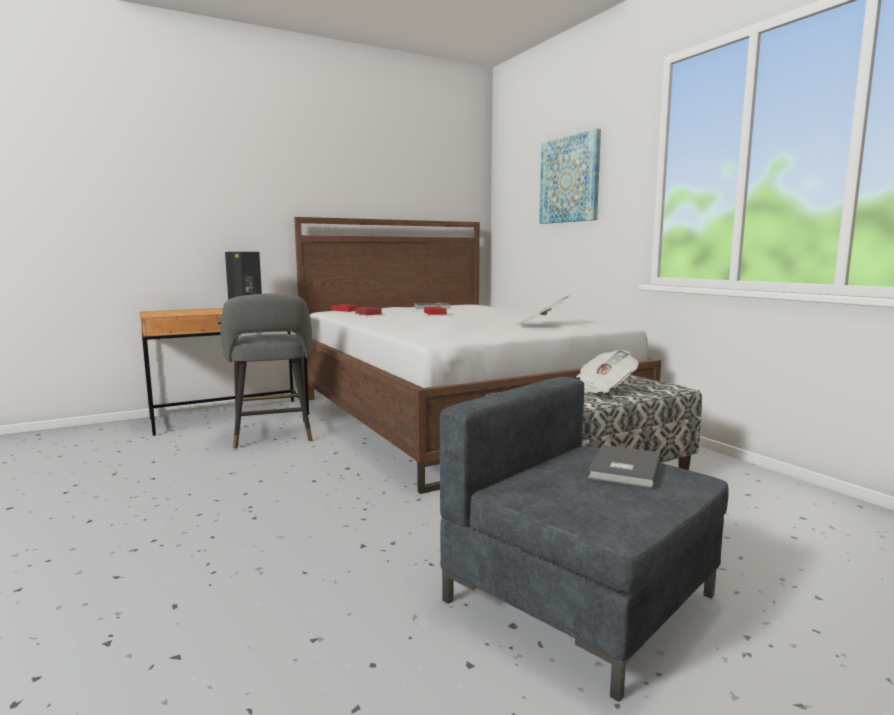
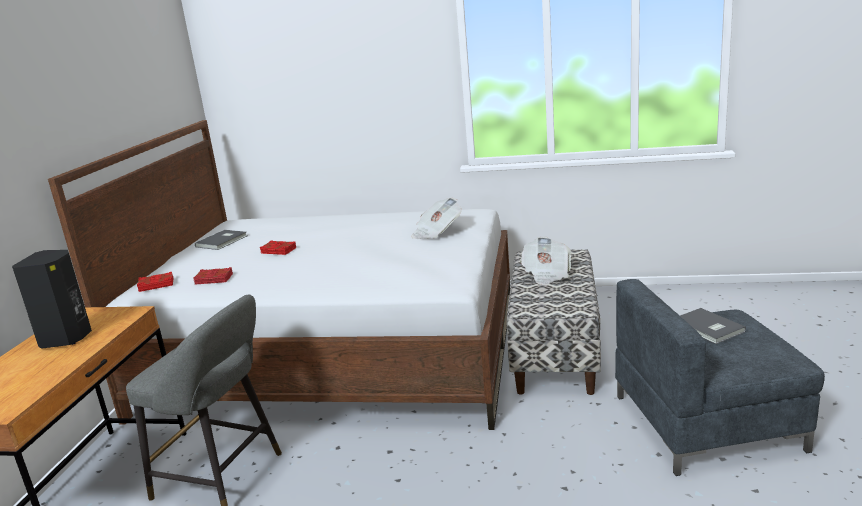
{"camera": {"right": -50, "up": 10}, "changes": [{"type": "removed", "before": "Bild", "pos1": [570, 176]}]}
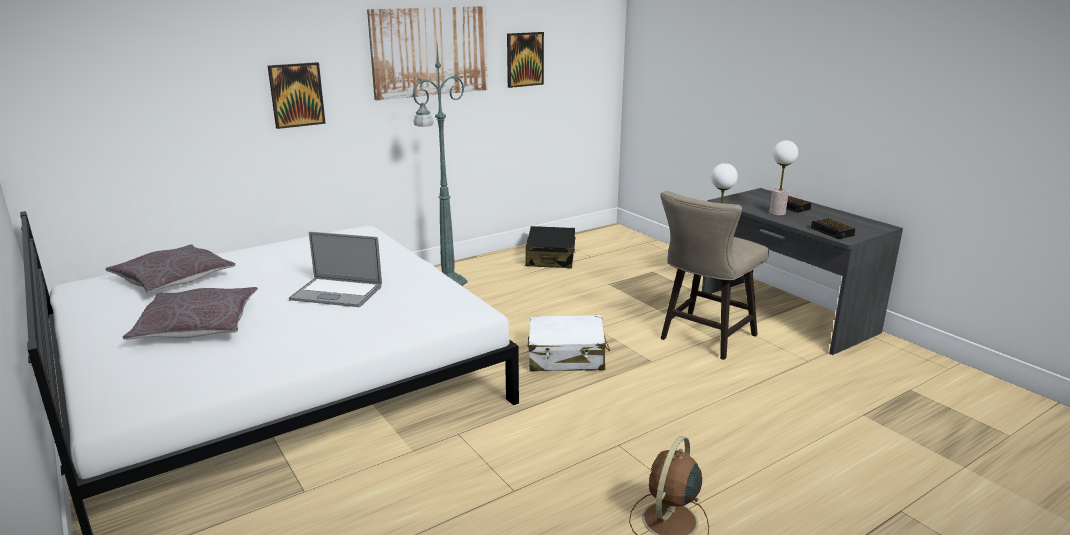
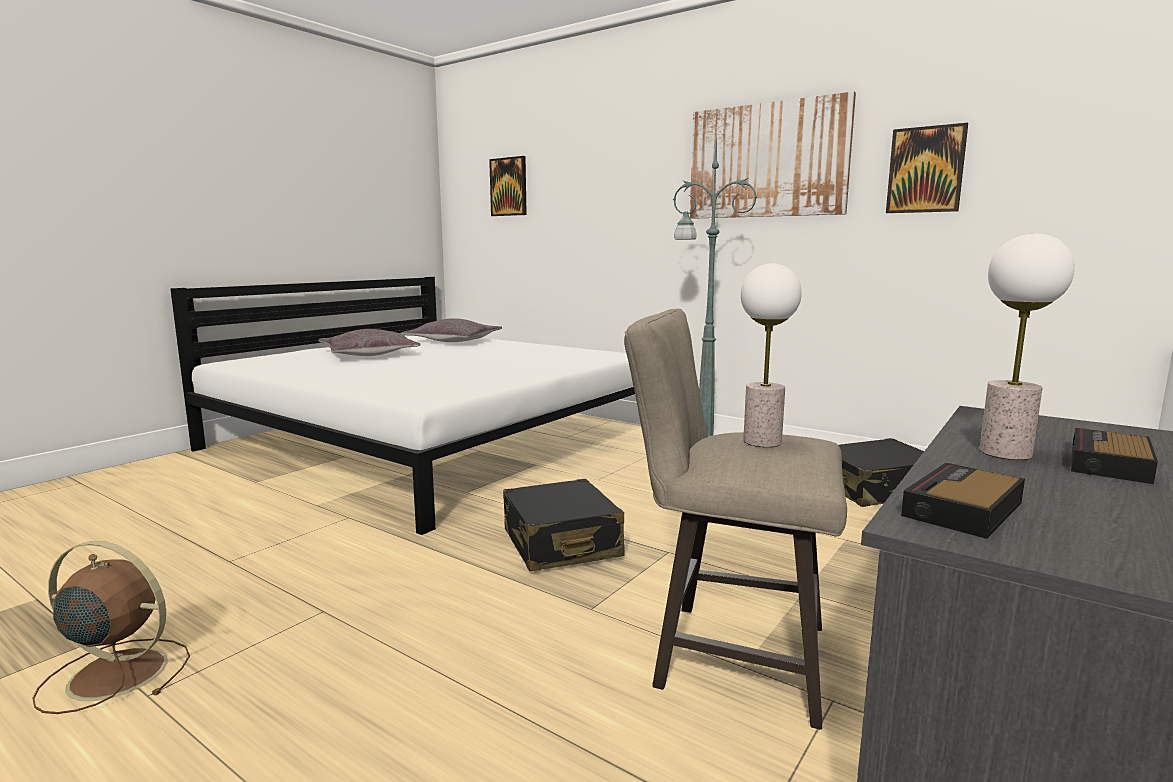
{"camera": {"right": 70, "up": -10}, "changes": [{"type": "moved", "before": "Bild", "pos1": [296, 95], "pos2": [508, 186]}, {"type": "removed", "before": "Laptop", "pos1": [335, 269]}, {"type": "recoloured", "before": "Koffer (weiß)", "after": "Koffer (schwarz)", "pos1": [569, 343], "pos2": [564, 525]}]}
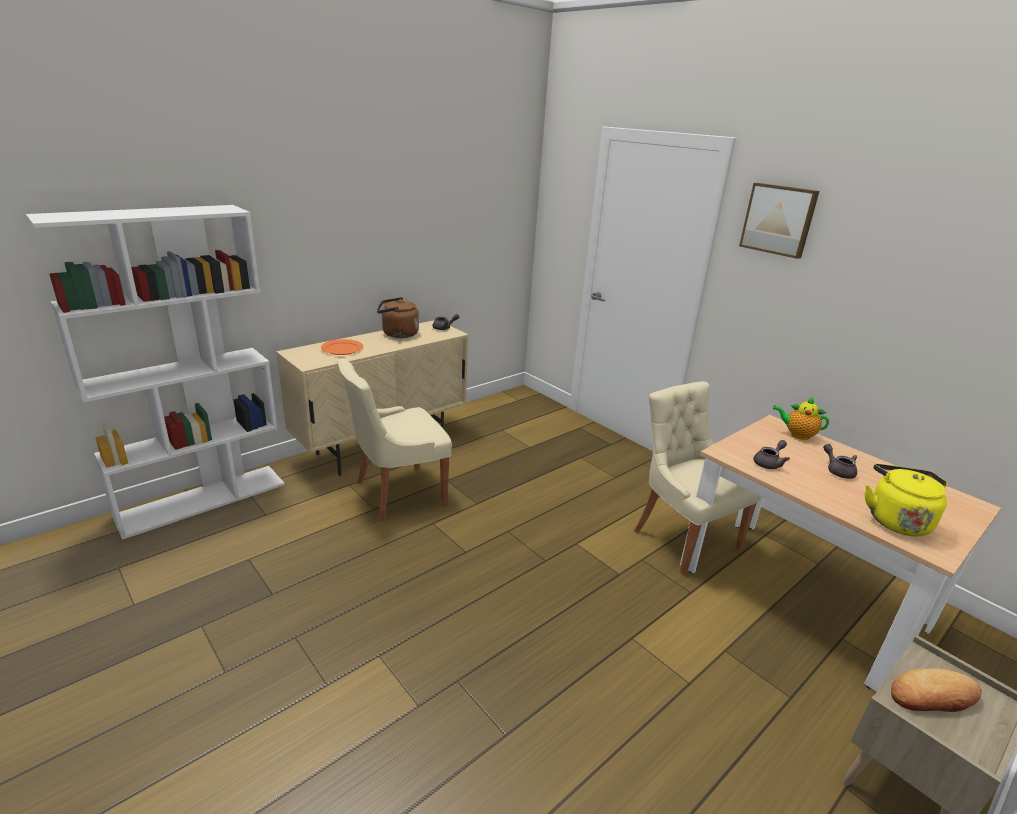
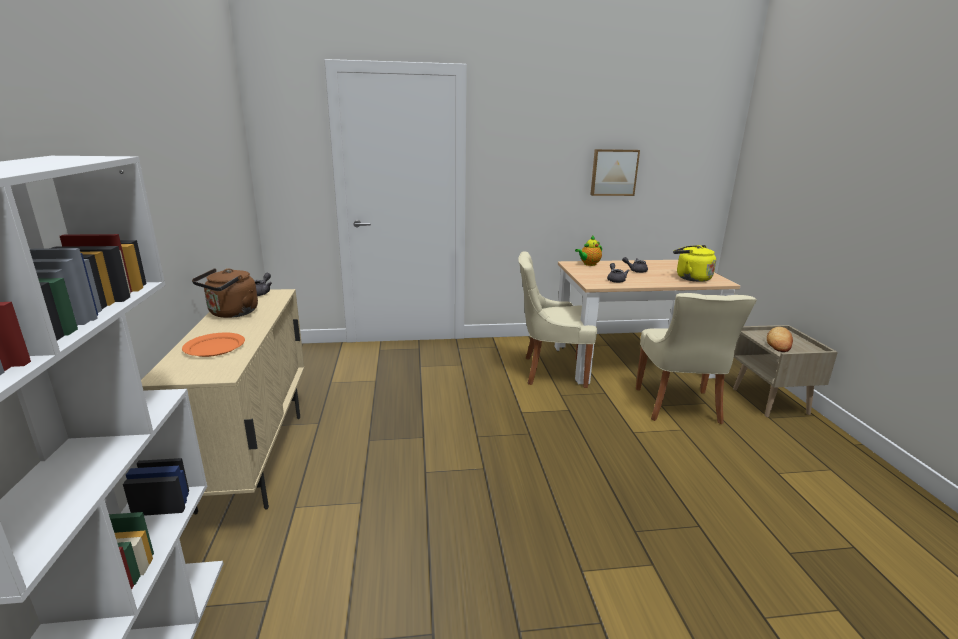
{"camera": {"right": -55, "up": -5}, "changes": [{"type": "moved", "before": "Stuhl (beige)", "pos1": [394, 439], "pos2": [696, 358]}, {"type": "moved", "before": "Bild", "pos1": [779, 221], "pos2": [615, 172]}]}
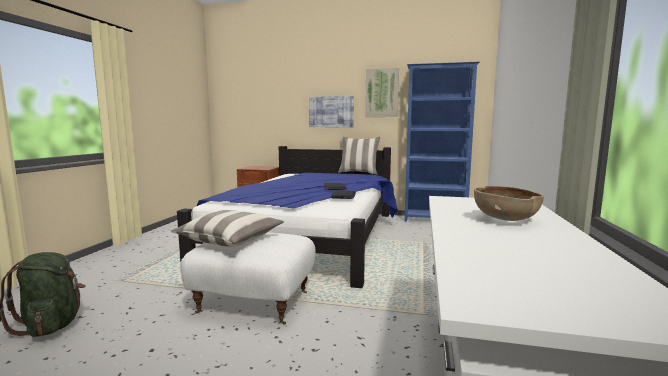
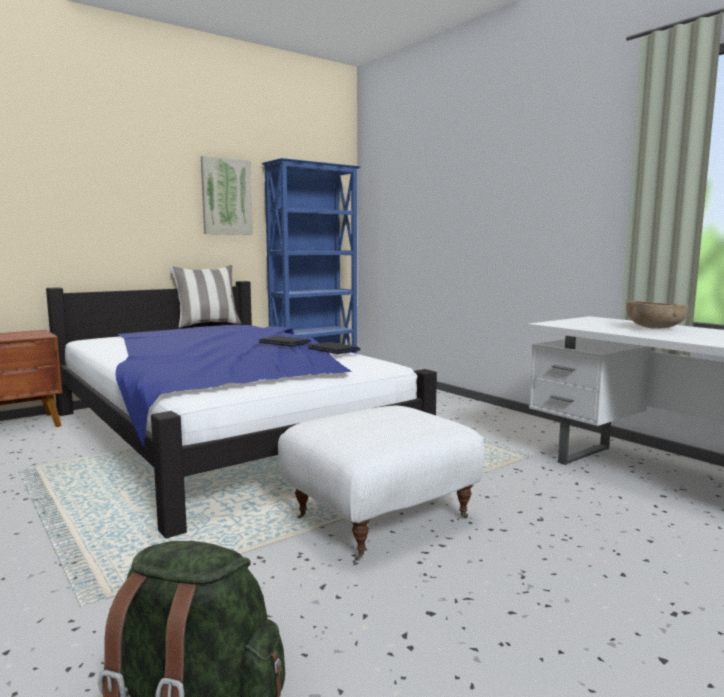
{"camera": {"right": -50, "up": 0}, "changes": [{"type": "removed", "before": "Kissen", "pos1": [227, 228]}, {"type": "removed", "before": "Bild", "pos1": [331, 111]}]}
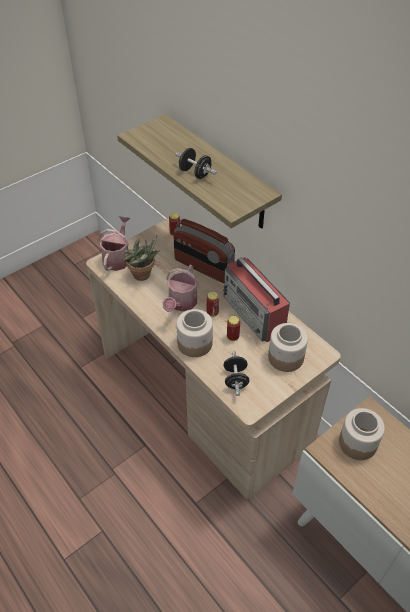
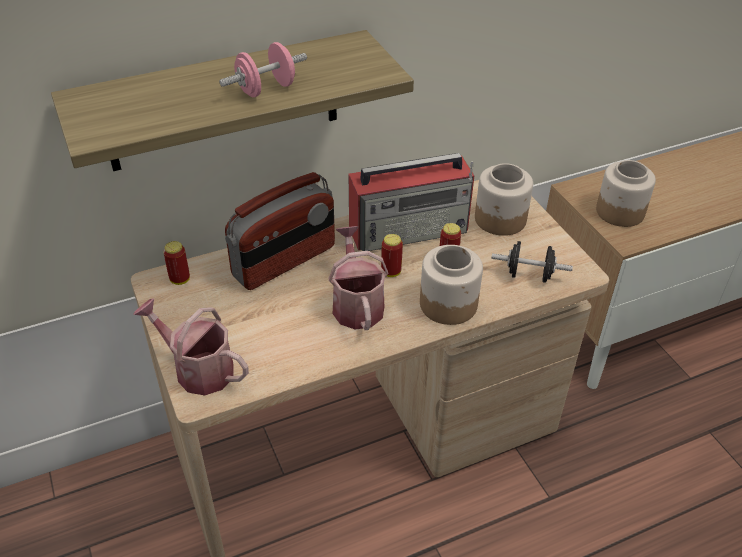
{"camera": {"right": -75, "up": -5}, "changes": [{"type": "removed", "before": "Topfpflanze", "pos1": [142, 258]}, {"type": "turned", "before": "Gießkanne", "pos1": [181, 288], "pos2": [358, 278], "turn": -135}, {"type": "recoloured", "before": "Hantel (schwarz)", "after": "Hantel (rosa)", "pos1": [196, 163], "pos2": [263, 69]}]}
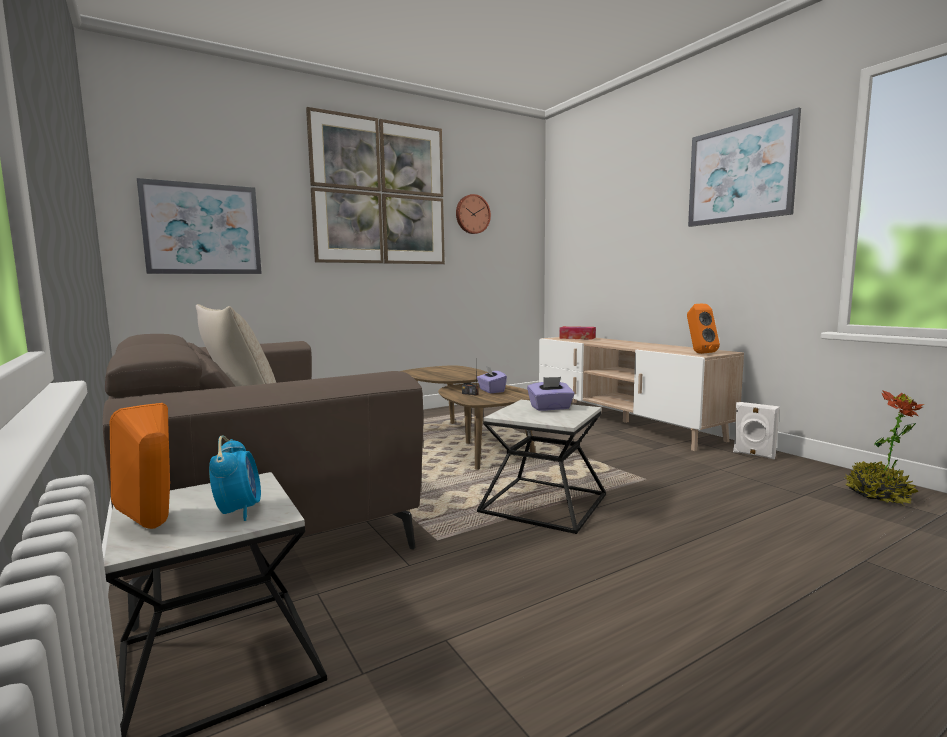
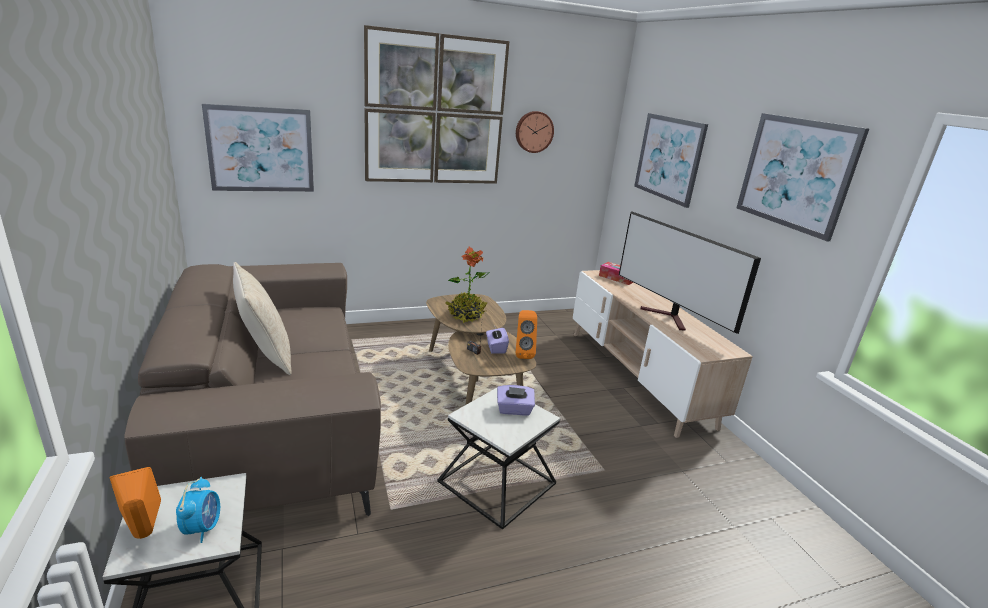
{"camera": {"right": 10, "up": 15}, "changes": [{"type": "moved", "before": "Lautsprecher (orange)", "pos1": [703, 329], "pos2": [526, 334]}, {"type": "removed", "before": "Lautsprecher (weiß)", "pos1": [756, 430]}, {"type": "moved", "before": "Topfpflanze", "pos1": [883, 447], "pos2": [467, 285]}, {"type": "added", "after": "Fernseher", "pos2": [690, 272]}, {"type": "added", "after": "Bild", "pos2": [671, 160]}]}
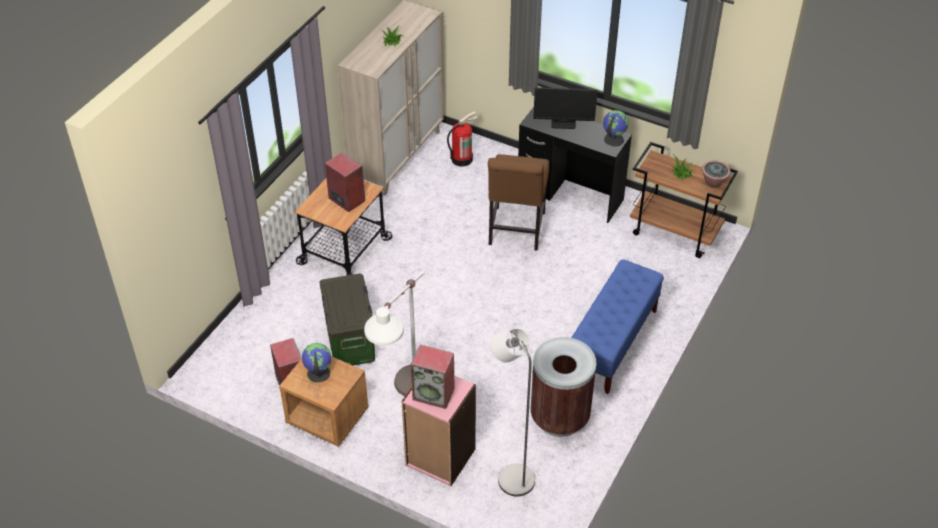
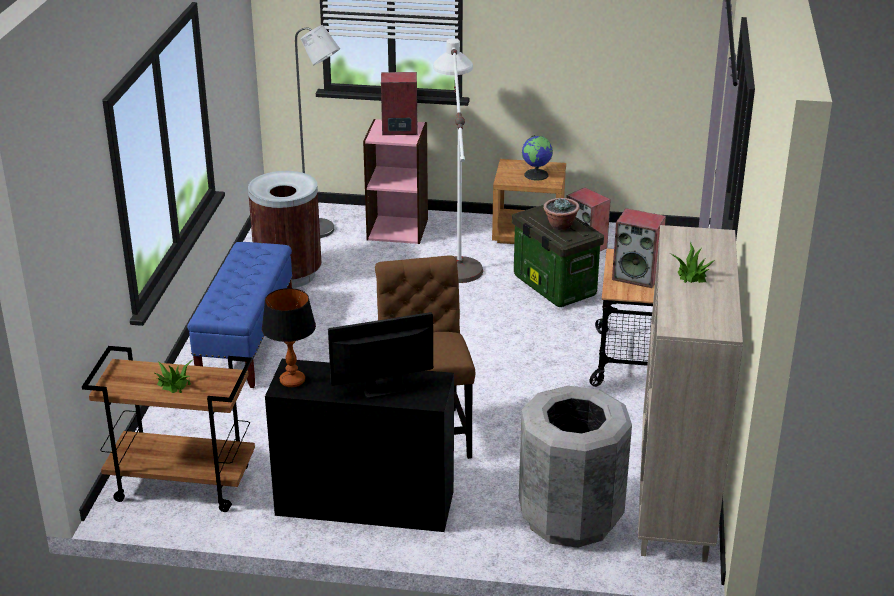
{"camera": {"right": 160, "up": -15}, "changes": [{"type": "replaced", "before": "Feuerlöscher", "after": "Mülleimer (grau)", "pos1": [462, 138], "pos2": [575, 467]}, {"type": "replaced", "before": "Globus", "after": "Tischlampe", "pos1": [616, 128], "pos2": [289, 337]}, {"type": "moved", "before": "Topfpflanze", "pos1": [716, 174], "pos2": [561, 214]}]}
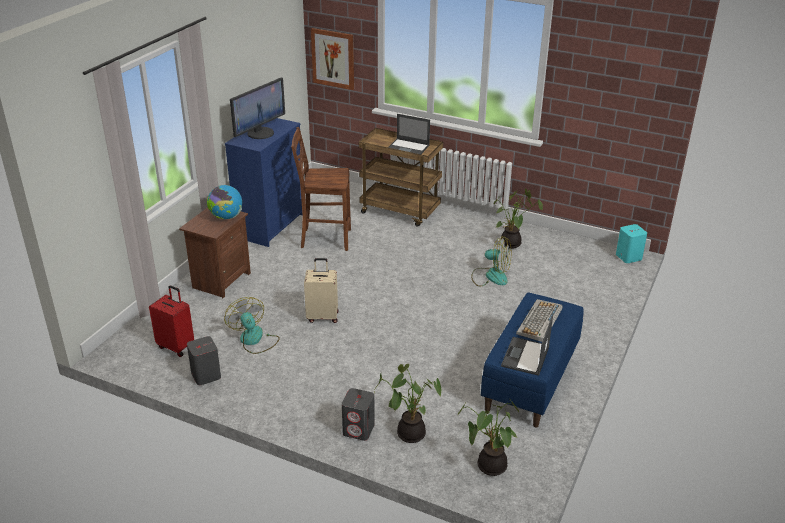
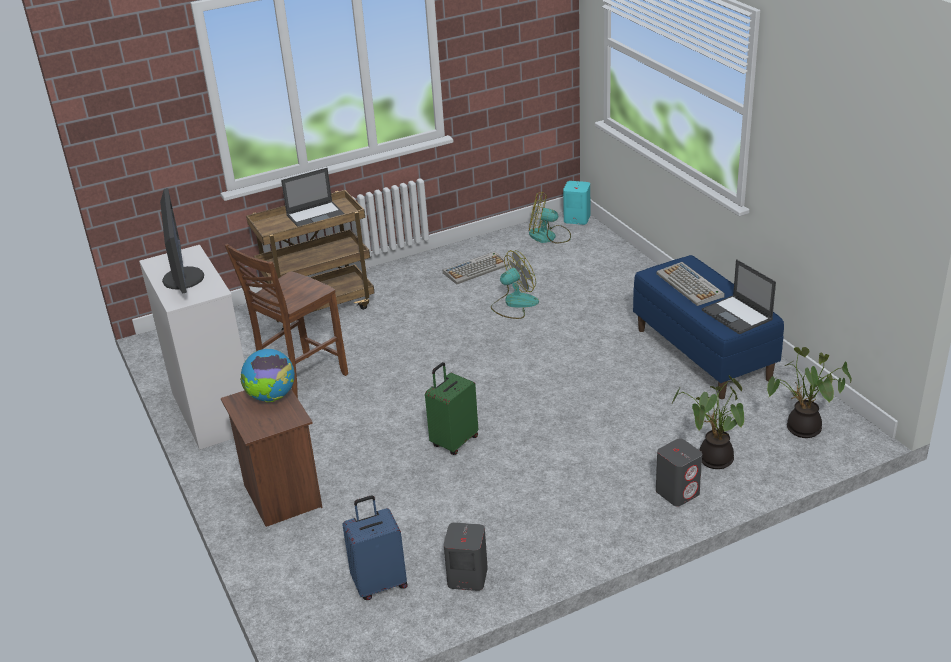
{"camera": {"right": -50, "up": 0}, "changes": [{"type": "recoloured", "before": "Koffer (rot)", "after": "Koffer (blau)", "pos1": [171, 321], "pos2": [375, 547]}, {"type": "moved", "before": "Ventilator", "pos1": [252, 325], "pos2": [550, 218]}, {"type": "recoloured", "before": "Kommode (blau)", "after": "Kommode (weiß)", "pos1": [263, 182], "pos2": [192, 347]}, {"type": "recoloured", "before": "Koffer (beige)", "after": "Koffer (grün)", "pos1": [321, 290], "pos2": [451, 408]}, {"type": "removed", "before": "Bild", "pos1": [332, 59]}, {"type": "replaced", "before": "Topfpflanze", "after": "Tastatur", "pos1": [518, 218], "pos2": [476, 267]}]}
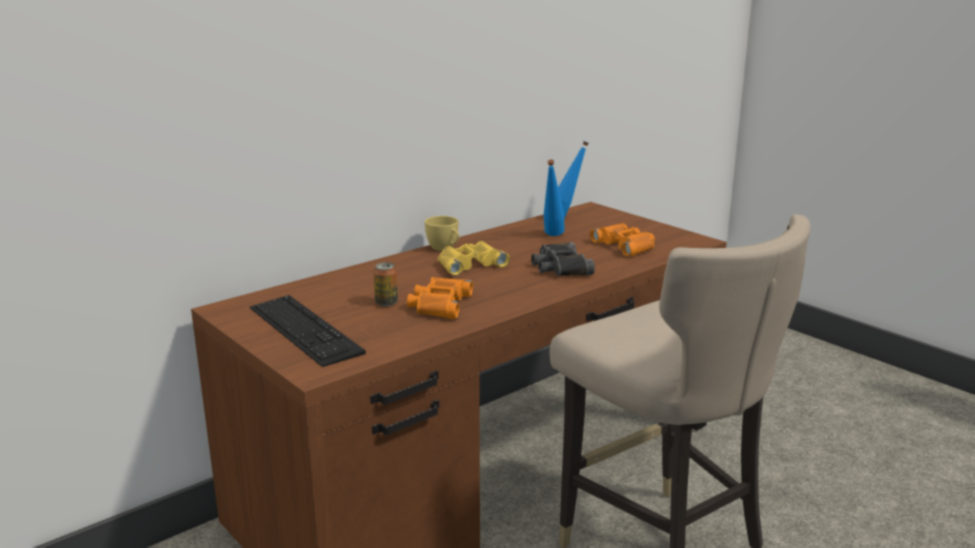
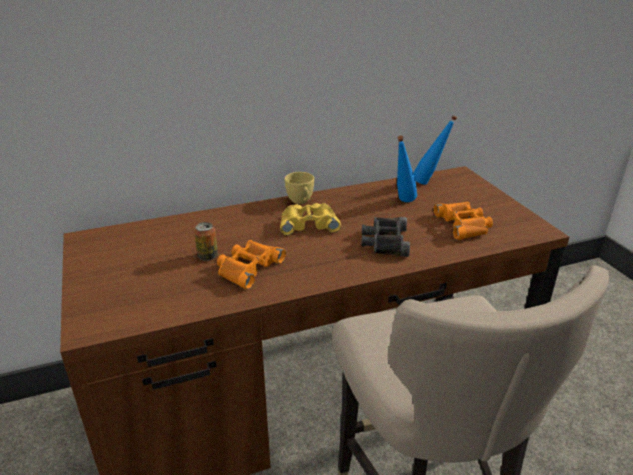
{"camera": {"right": 20, "up": 10}, "changes": [{"type": "removed", "before": "Tastatur", "pos1": [308, 331]}]}
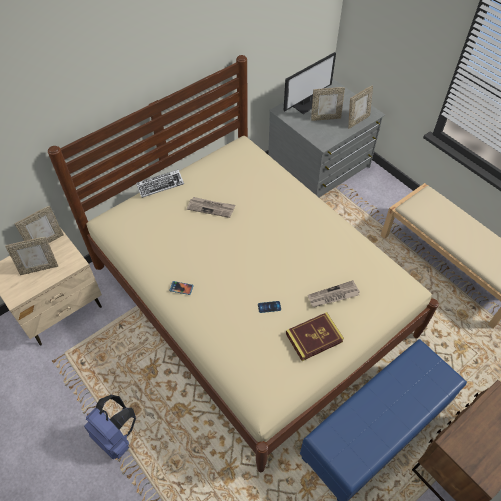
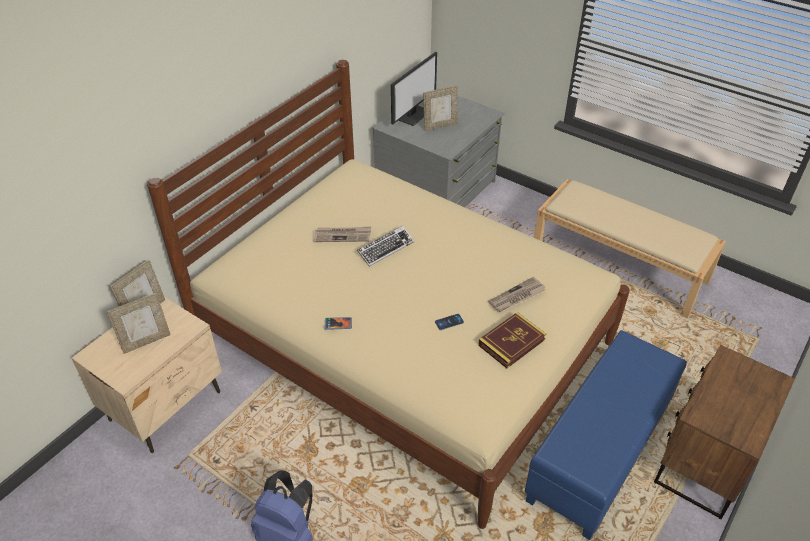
{"camera": {"right": -15, "up": -10}, "changes": [{"type": "moved", "before": "Tastatur", "pos1": [160, 183], "pos2": [385, 246]}, {"type": "removed", "before": "Bilderrahmen", "pos1": [360, 106]}]}
